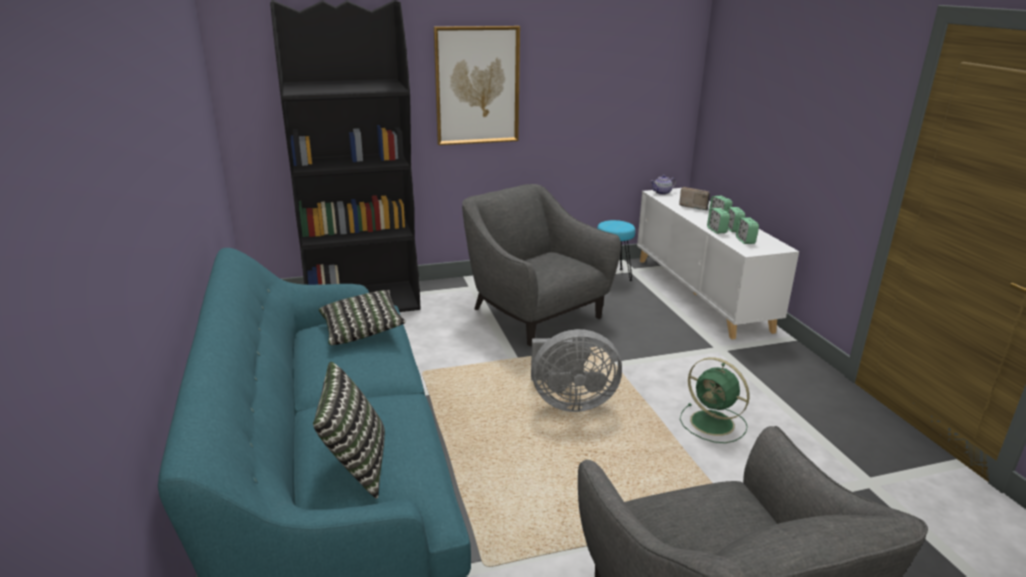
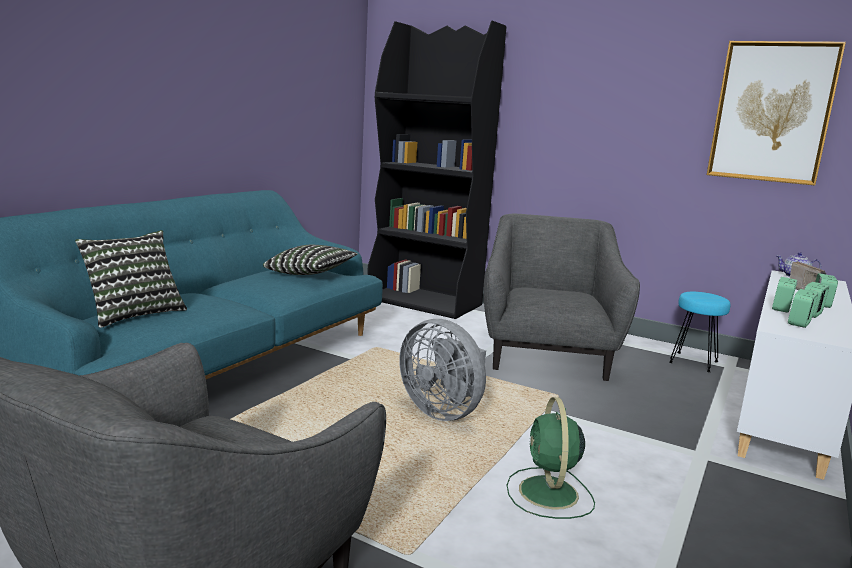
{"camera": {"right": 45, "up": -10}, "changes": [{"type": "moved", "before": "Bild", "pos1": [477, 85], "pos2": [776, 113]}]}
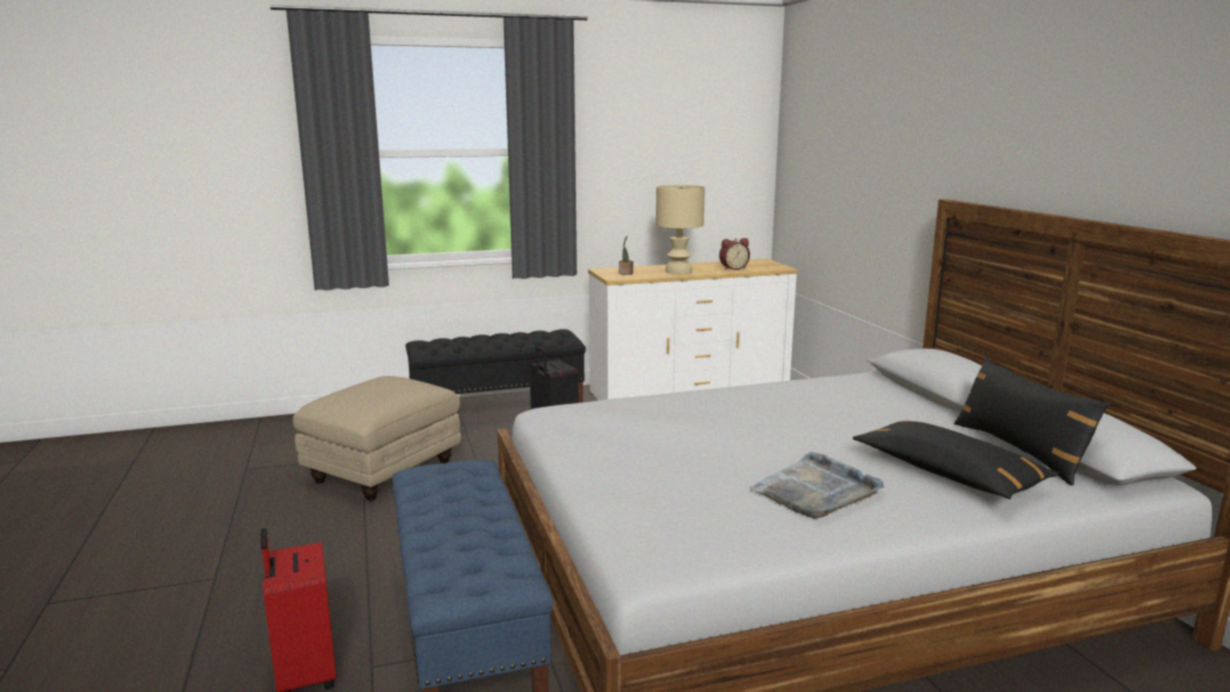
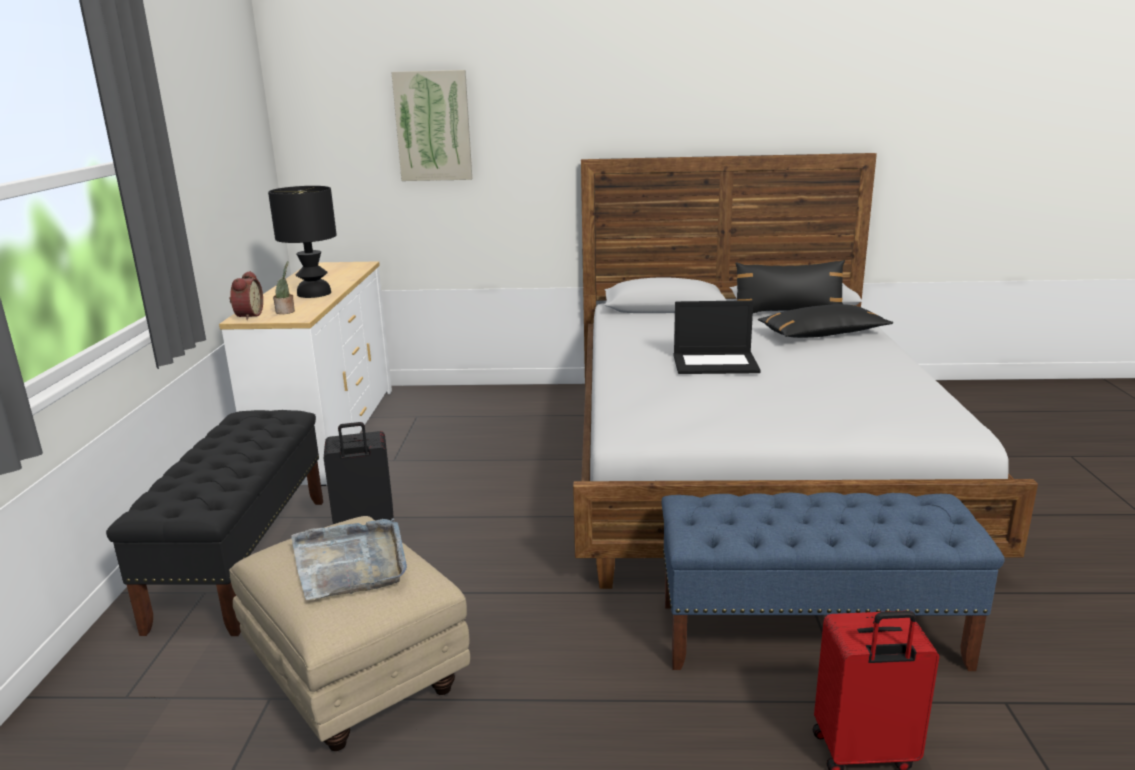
{"camera": {"right": -70, "up": 5}, "changes": [{"type": "recoloured", "before": "Tischlampe (beige)", "after": "Tischlampe (schwarz)", "pos1": [680, 229], "pos2": [302, 242]}, {"type": "moved", "before": "Wecker", "pos1": [734, 254], "pos2": [246, 295]}, {"type": "moved", "before": "Tablett (grau)", "pos1": [816, 485], "pos2": [349, 559]}, {"type": "added", "after": "Bild", "pos2": [431, 125]}, {"type": "added", "after": "Laptop", "pos2": [717, 337]}]}
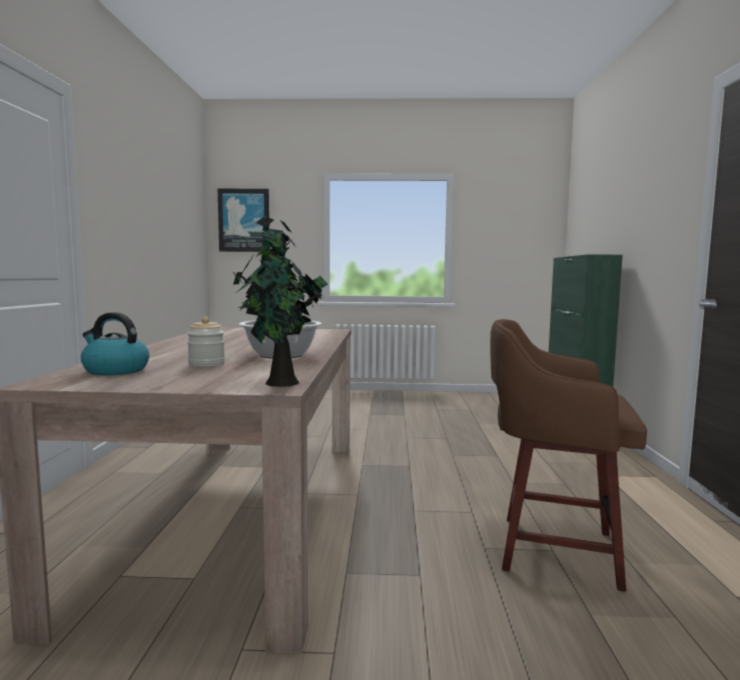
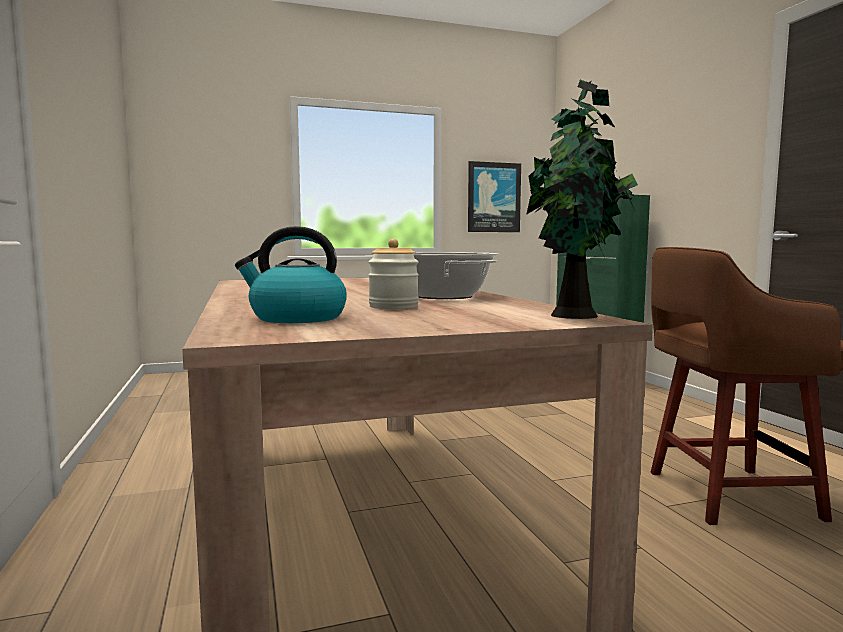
{"camera": {"right": -20, "up": 0}, "changes": [{"type": "moved", "before": "Bild", "pos1": [244, 220], "pos2": [494, 196]}]}
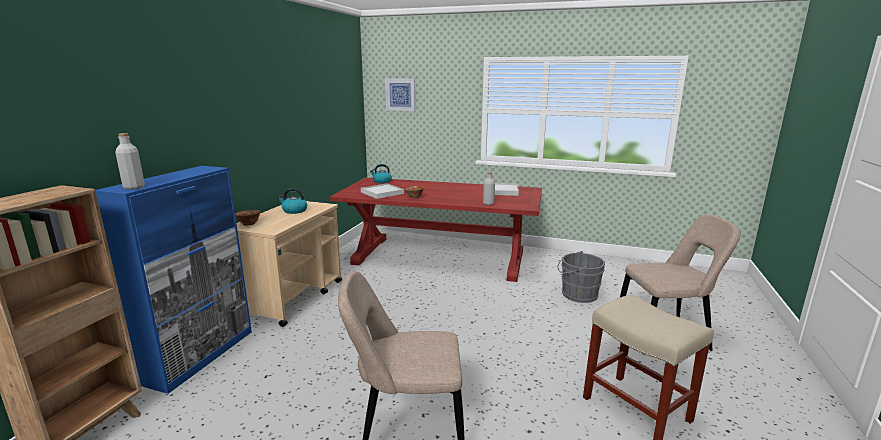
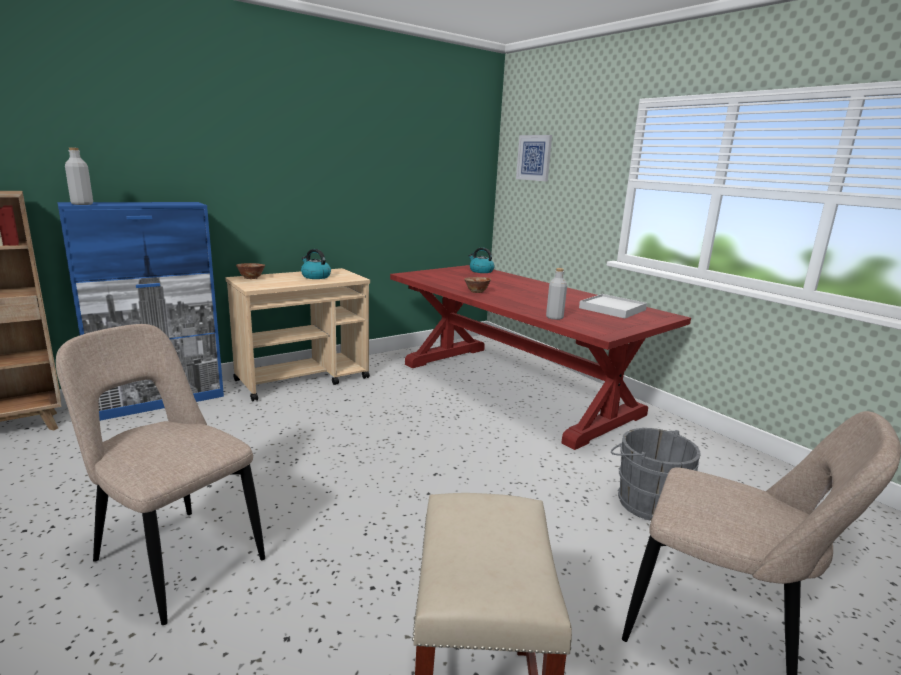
{"camera": {"right": 35, "up": 0}, "changes": [{"type": "removed", "before": "Tablett (weiß)", "pos1": [382, 191]}]}
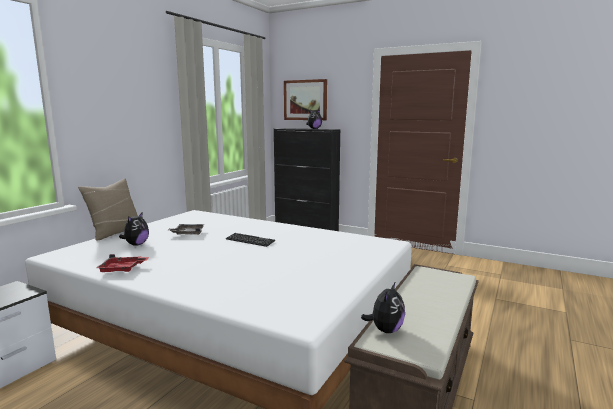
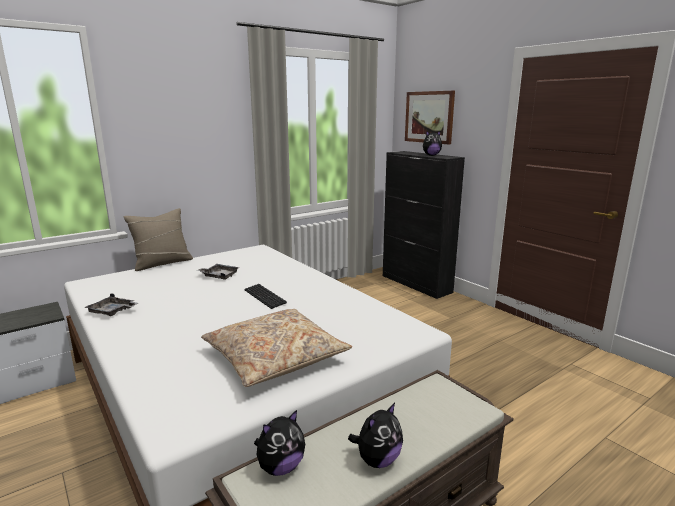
{"camera": {"right": 25, "up": 5}, "changes": [{"type": "recoloured", "before": "Tablett (rot)", "after": "Tablett (grau)", "pos1": [122, 263], "pos2": [111, 304]}, {"type": "moved", "before": "Plüschtier", "pos1": [134, 229], "pos2": [375, 435]}, {"type": "added", "after": "Kissen (beige)", "pos2": [276, 348]}]}
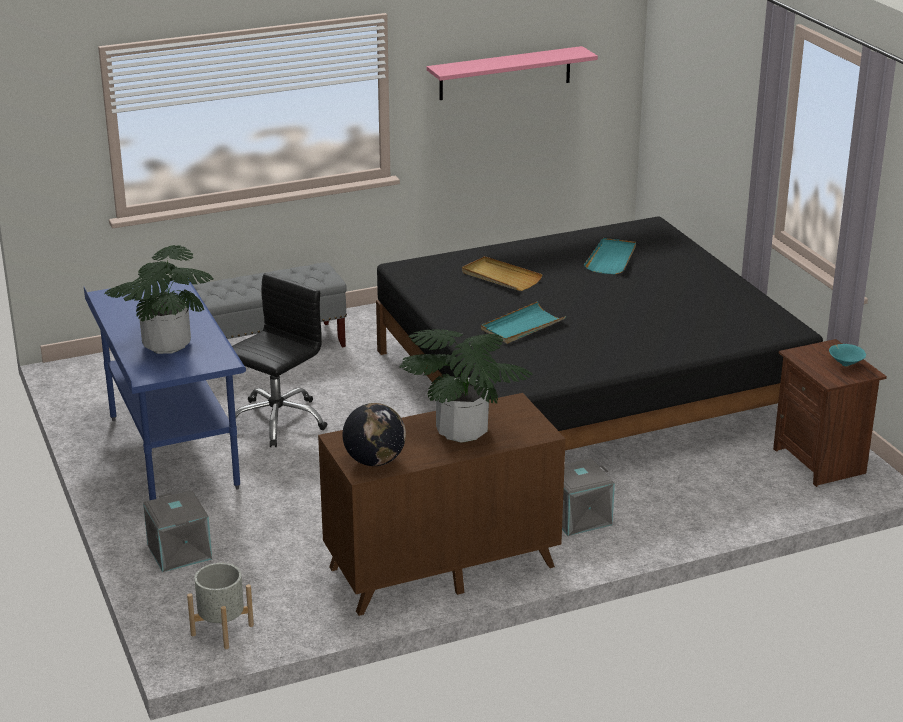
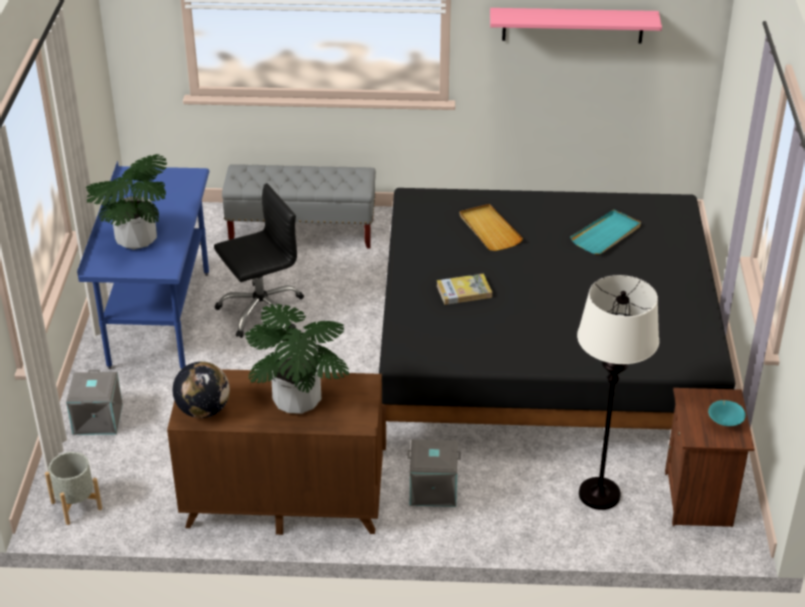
{"camera": {"right": 25, "up": 10}, "changes": [{"type": "replaced", "before": "Tablett (türkis)", "after": "Buch", "pos1": [524, 322], "pos2": [464, 289]}, {"type": "added", "after": "Stehlampe (weiß)", "pos2": [618, 392]}]}
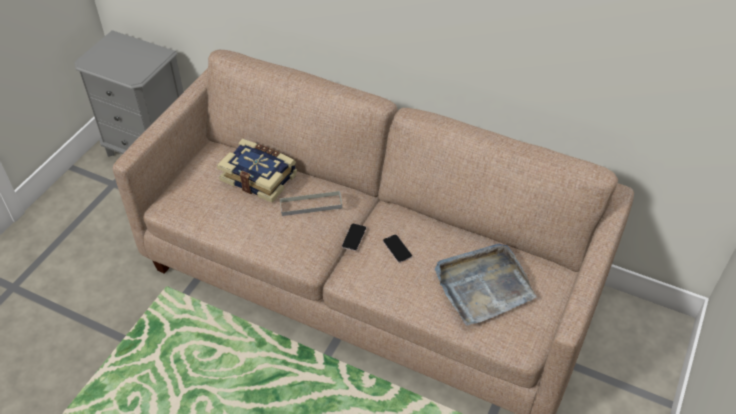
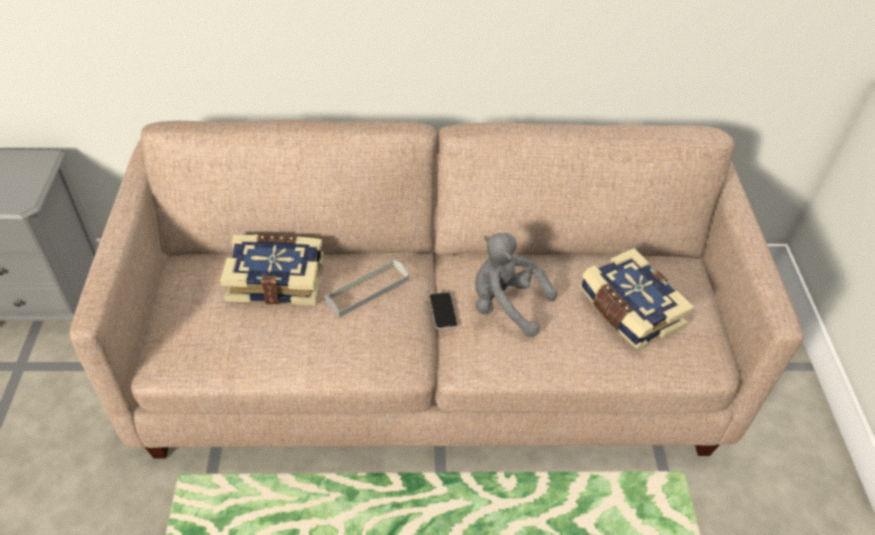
{"camera": {"right": -30, "up": 0}, "changes": [{"type": "replaced", "before": "Handy", "after": "Plüschtier (grau)", "pos1": [397, 248], "pos2": [516, 285]}, {"type": "replaced", "before": "Tablett (grau)", "after": "Buch", "pos1": [486, 284], "pos2": [637, 299]}]}
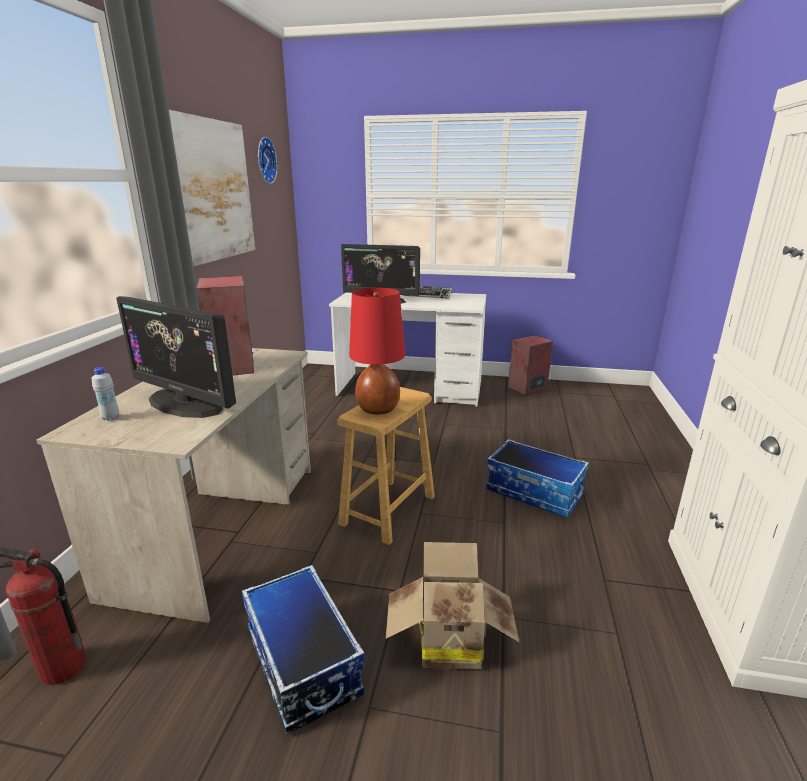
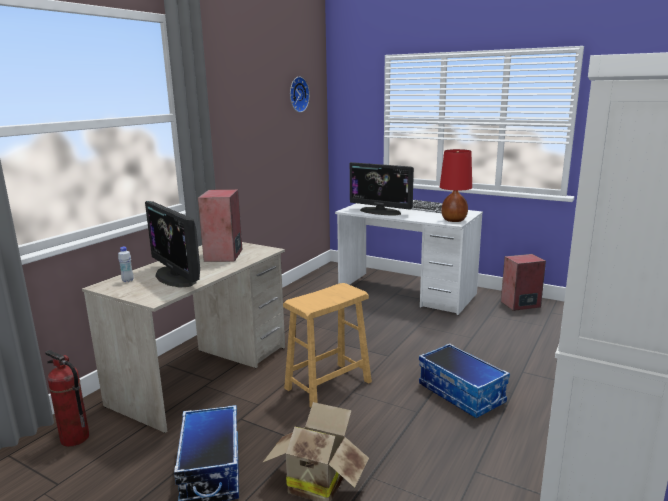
{"camera": {"right": 20, "up": -5}, "changes": [{"type": "removed", "before": "Bild", "pos1": [212, 188]}, {"type": "moved", "before": "Tischlampe (rot)", "pos1": [377, 351], "pos2": [456, 185]}]}
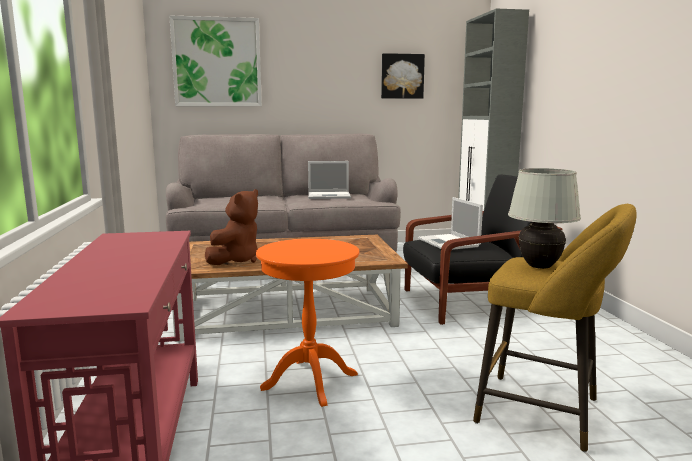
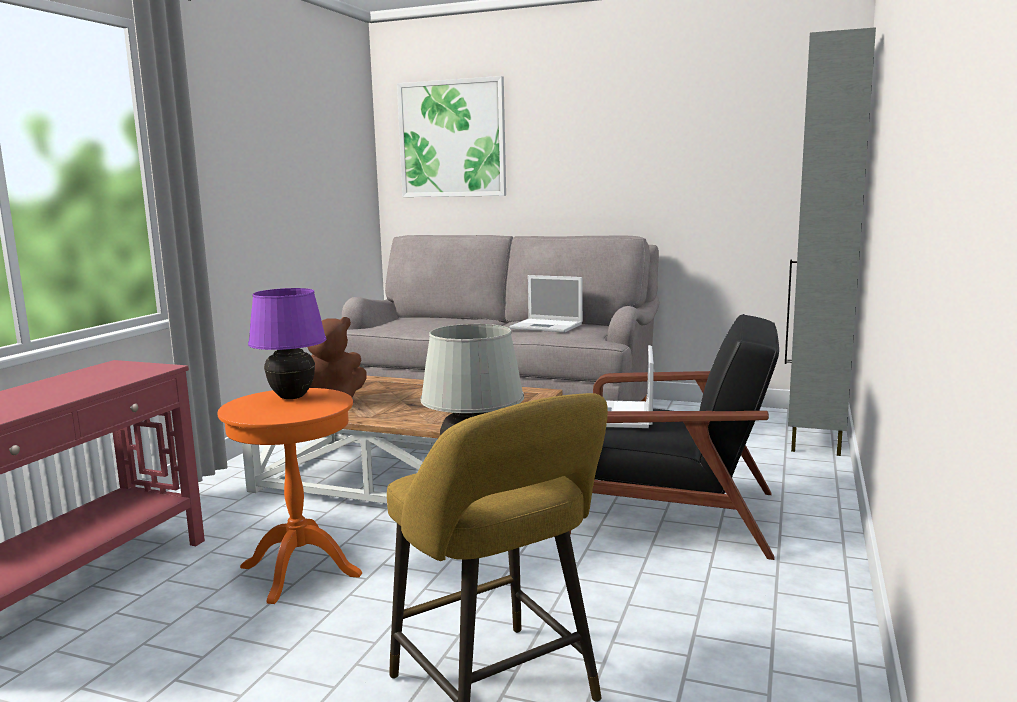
{"camera": {"right": 30, "up": 0}, "changes": [{"type": "removed", "before": "Bild", "pos1": [403, 76]}, {"type": "added", "after": "Tischlampe (lila)", "pos2": [287, 343]}]}
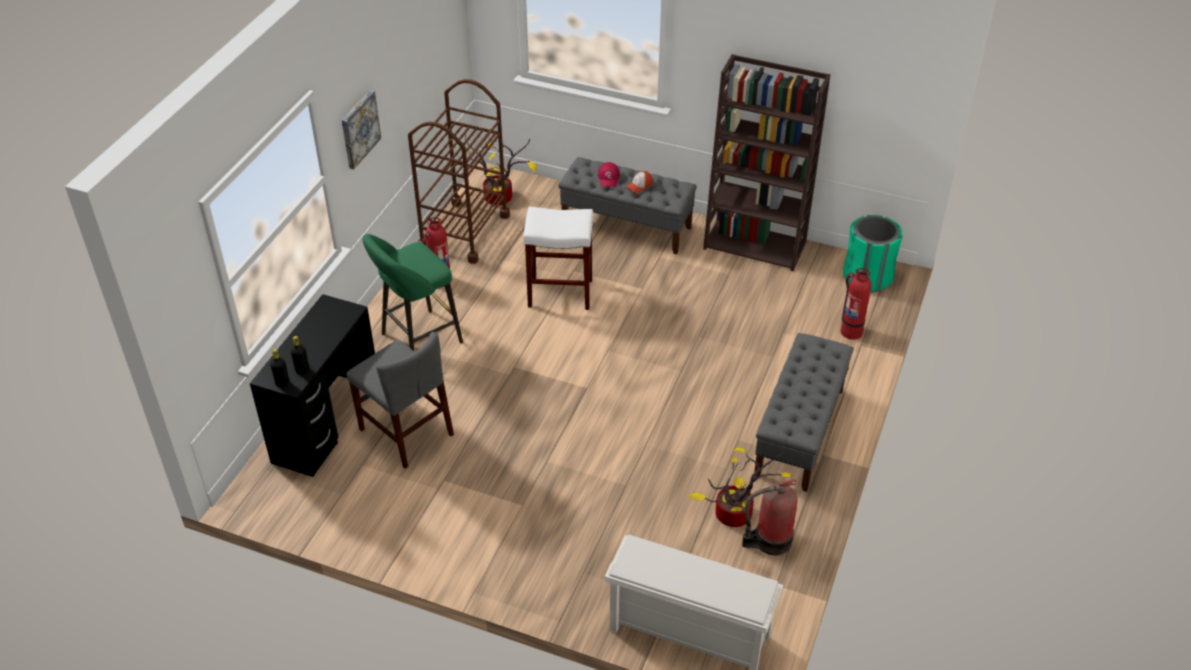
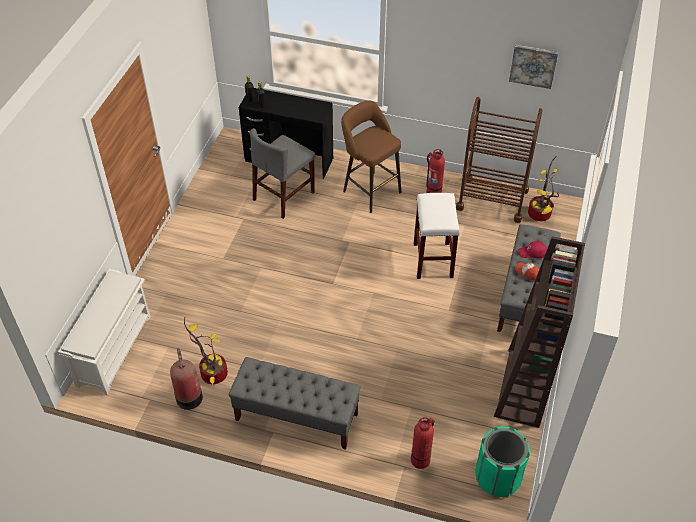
{"camera": {"right": 85, "up": 5}, "changes": [{"type": "moved", "before": "Bild", "pos1": [361, 130], "pos2": [533, 67]}, {"type": "recoloured", "before": "Hocker (grün)", "after": "Hocker (braun)", "pos1": [412, 292], "pos2": [371, 156]}]}
